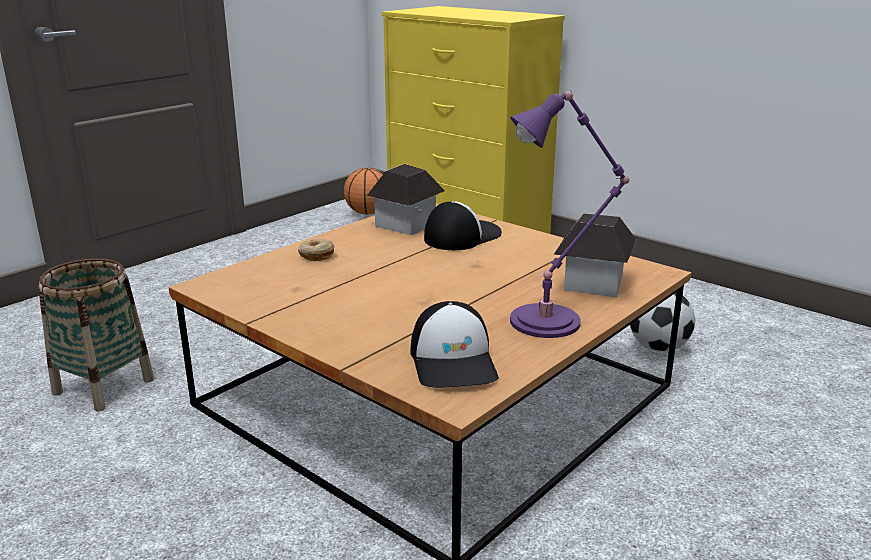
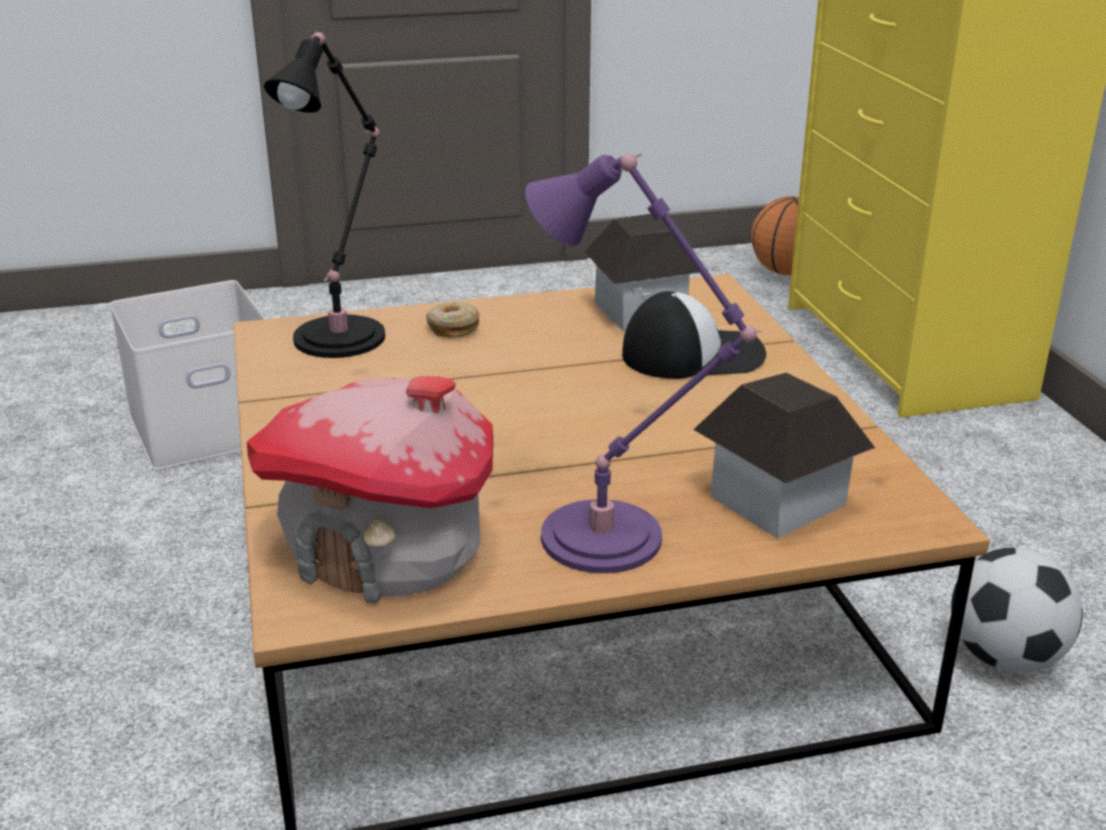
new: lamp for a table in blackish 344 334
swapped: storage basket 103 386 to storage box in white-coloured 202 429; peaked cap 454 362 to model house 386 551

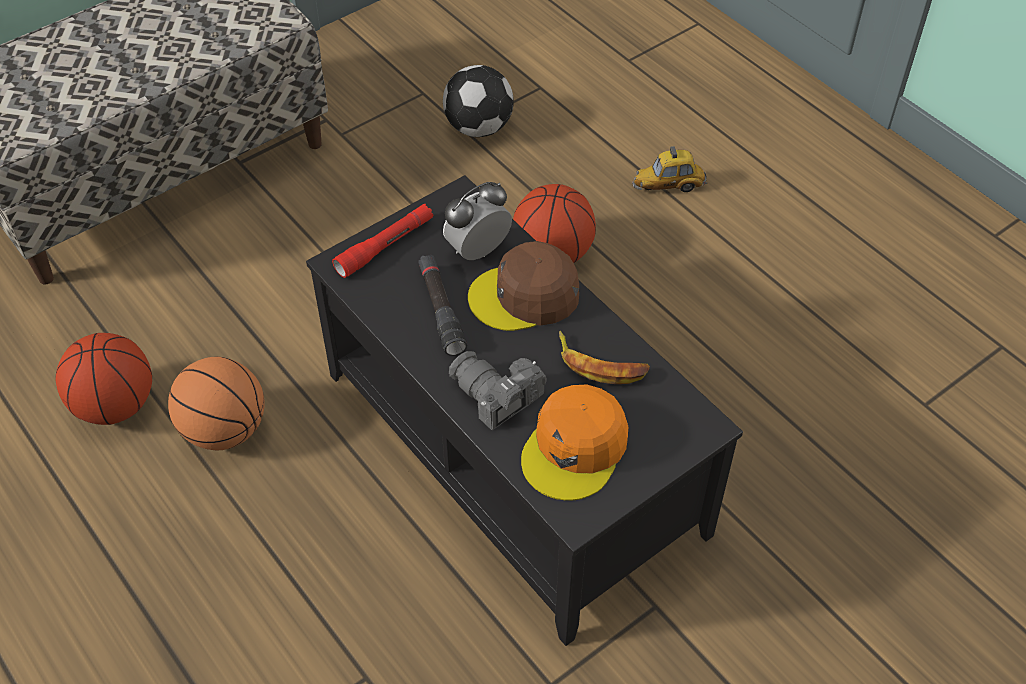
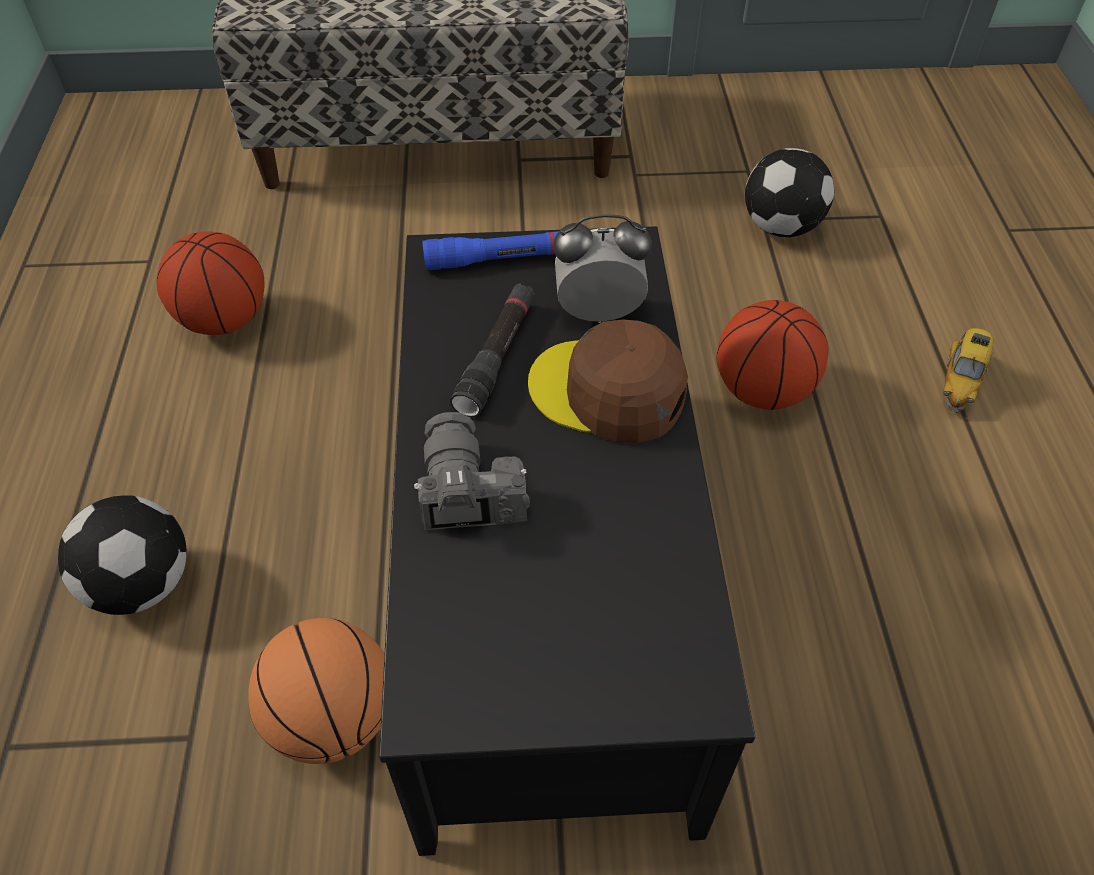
gone: peaked cap in orange-coloured 575 449; whole banana 601 364
new: ball for football 142 583
shifted: ball for basketball 224 430 to 333 717
repainted: flashlight in red-coloured 385 246 to flashlight in blue-coloured 500 259
rotated: miniature car 668 186 = 959 383 90 degrees counterclockwise

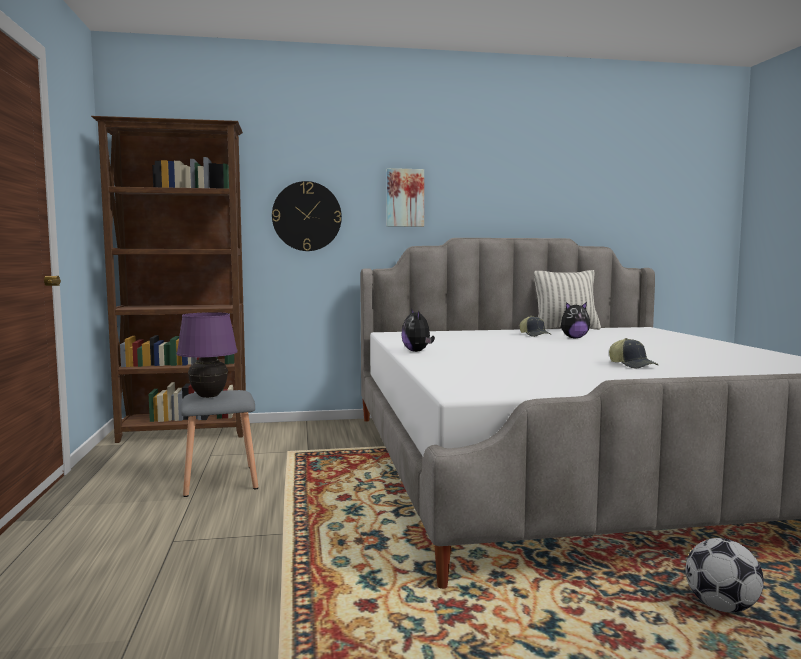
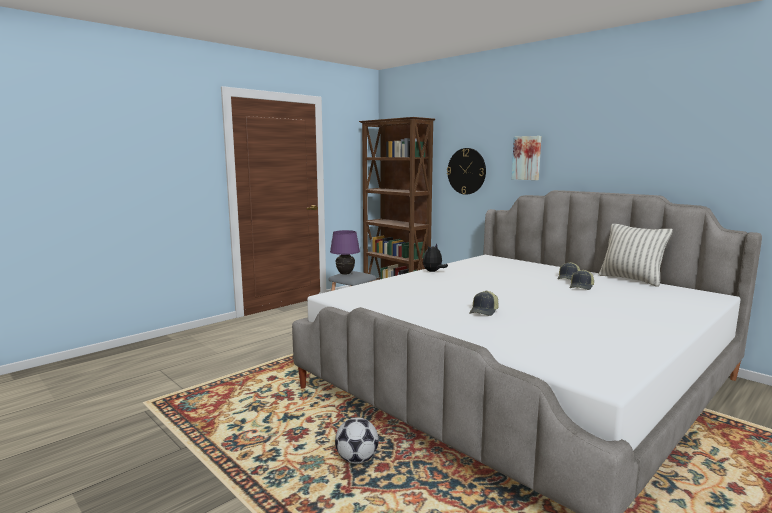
swapped: soft toy 574 338 to peaked cap 581 287

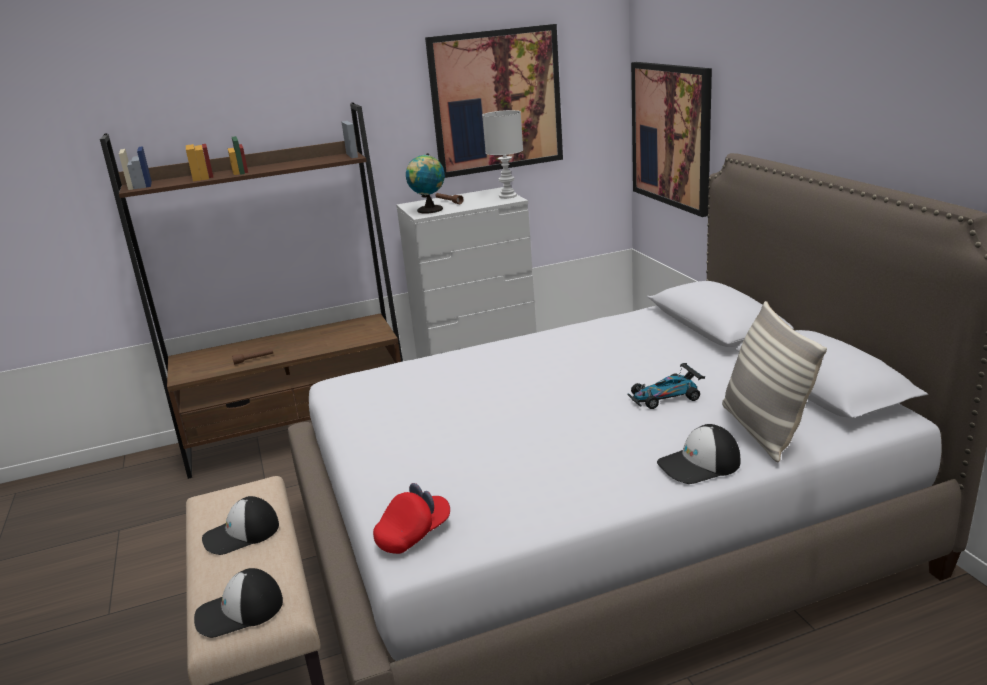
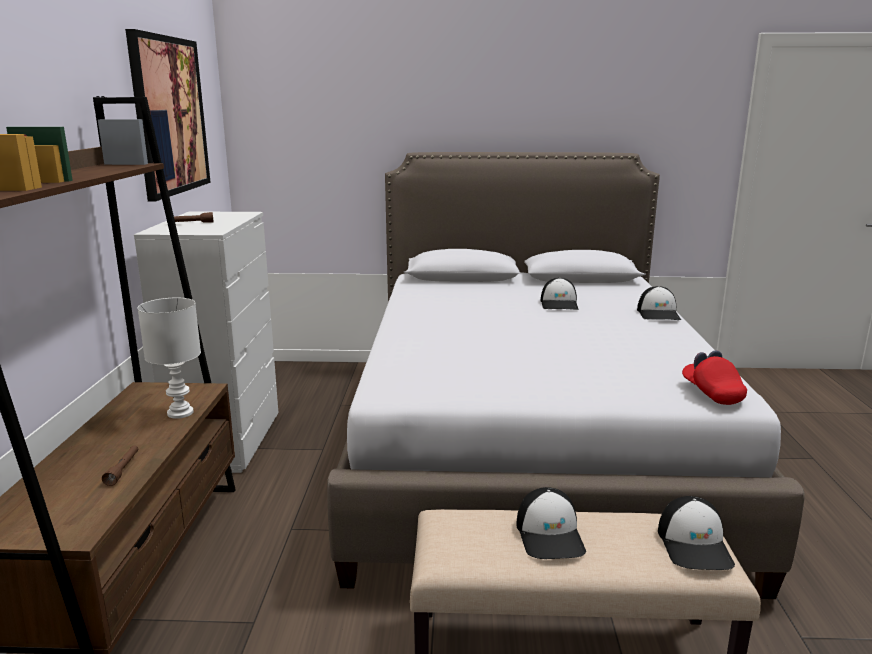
gone: world globe 429 210; wall art 671 135; pillow 763 431
shifted: lamp for a table in white-coloured 507 196 to 179 413
swapped: miniature car 665 396 to peaked cap 559 304

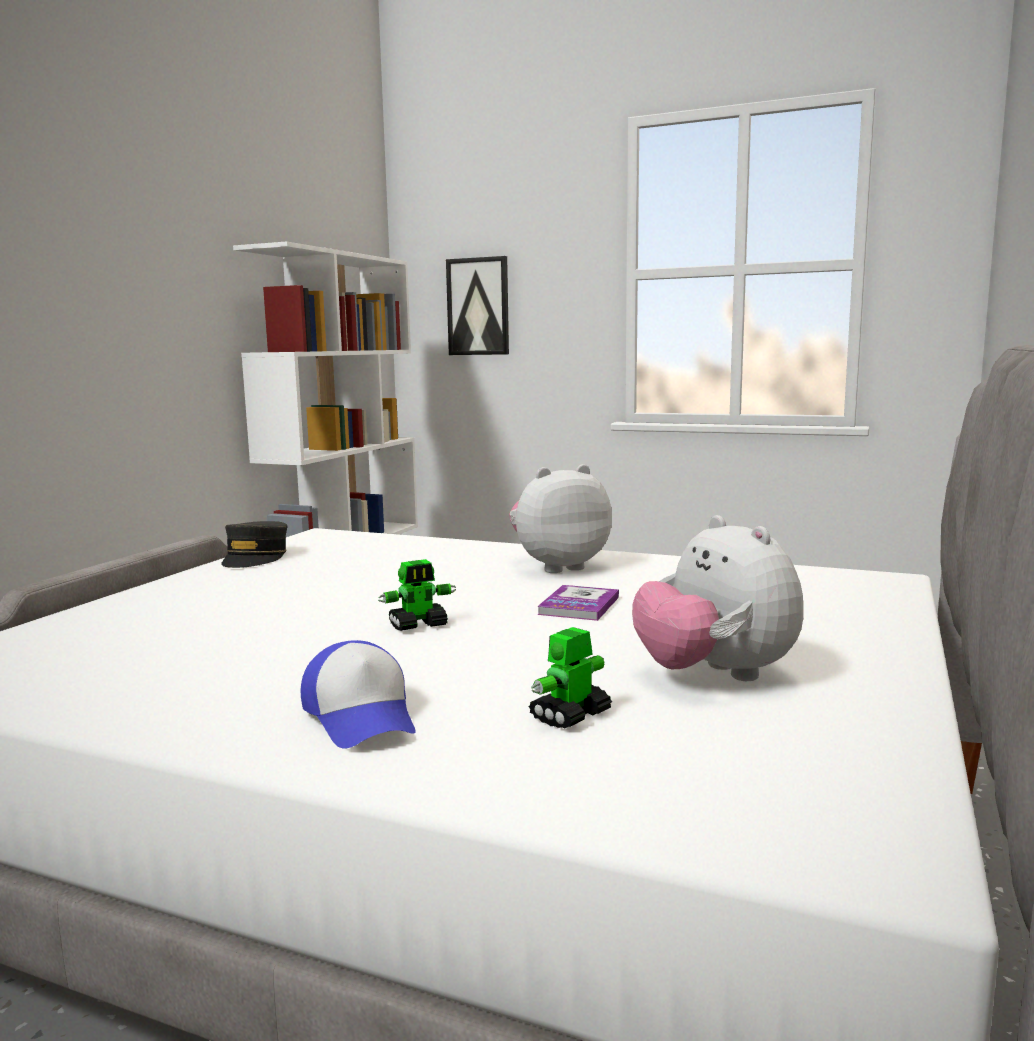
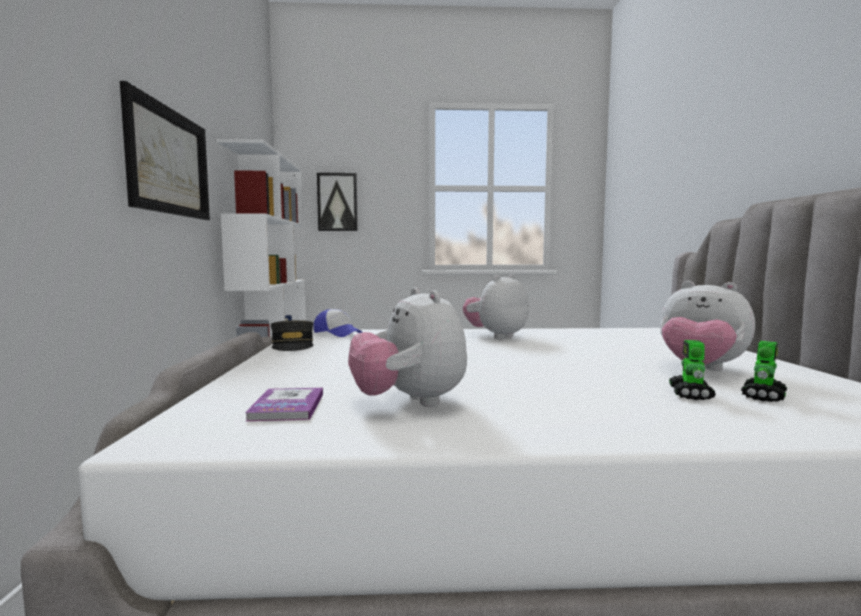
new: wall art 169 162; soft toy 409 402
shifted: book 579 605 to 287 406; peaked cap 361 716 to 338 333; robot figure 419 625 to 763 396

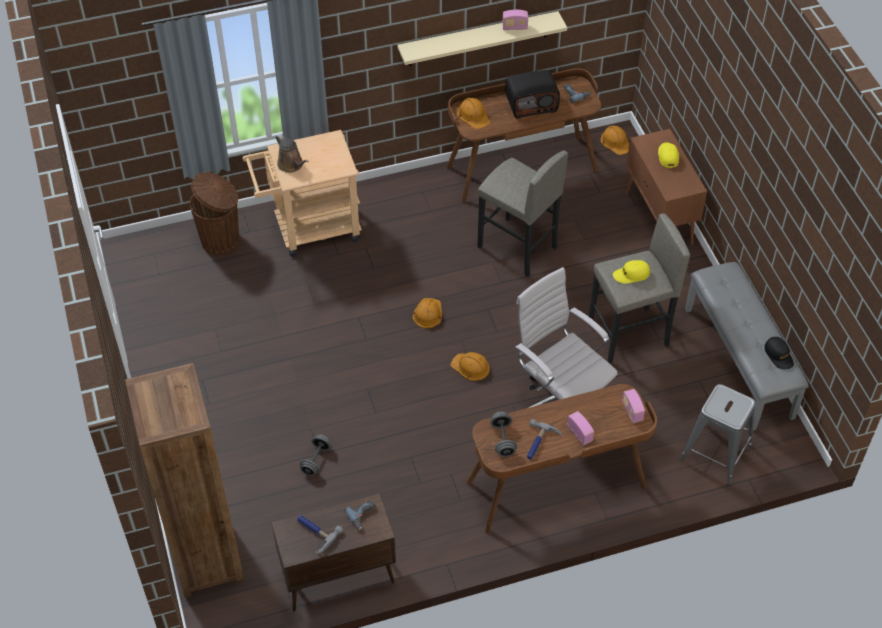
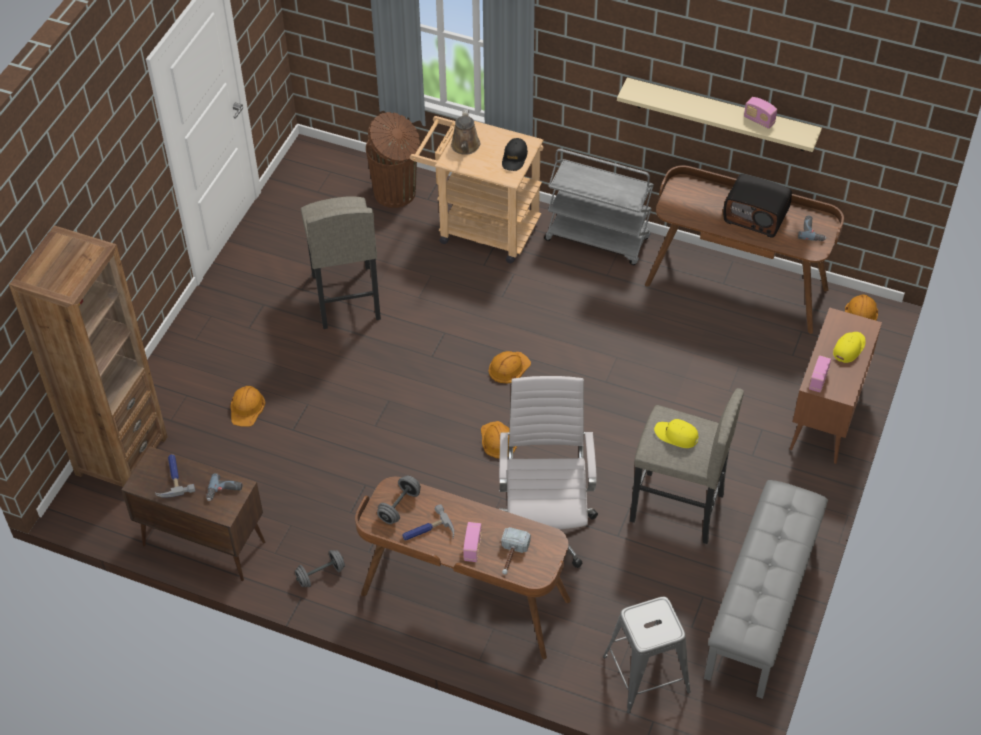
new: tool hammer 511 556; wheeled cart in grey 598 239
shifted: safety helmet in orange-coloured 473 115 to 247 407; free weight in grey 316 460 to 320 574; sitting stool in grey 517 247 to 345 297; peaked cap in blackish 778 355 to 514 158; radio 632 411 to 818 380

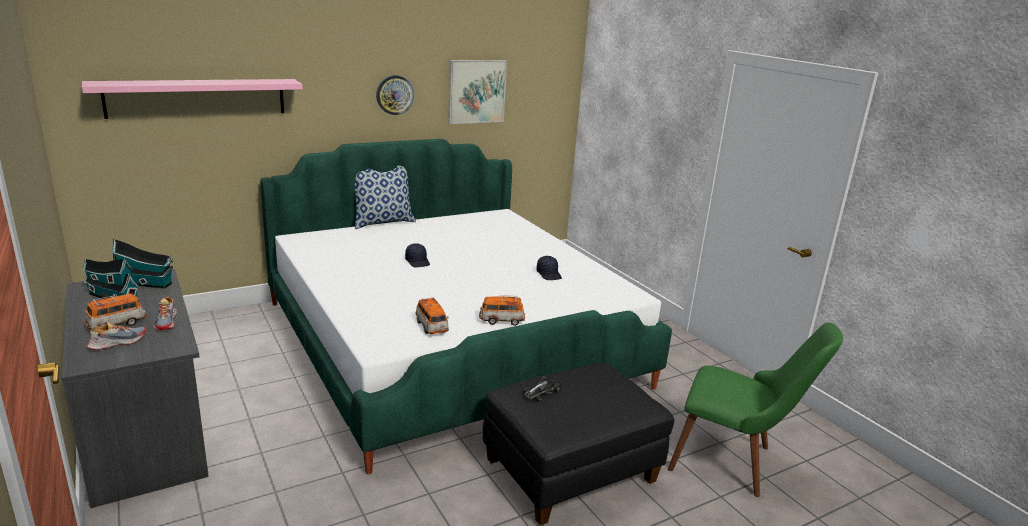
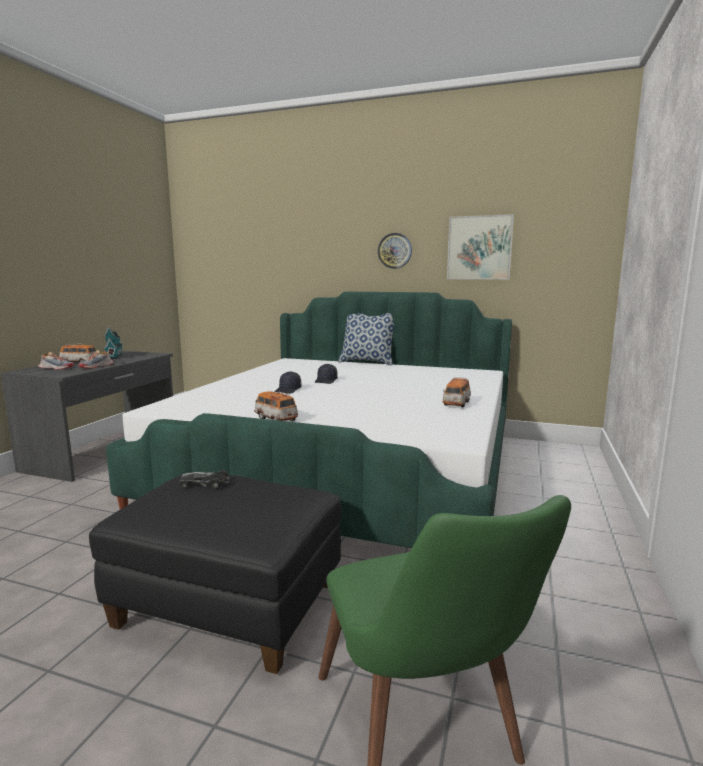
gone: wall shelf in pink-coloured 197 98; model house 146 283
shifted: peaked cap in blackish 549 274 to 288 390; miniature car 431 327 to 456 404

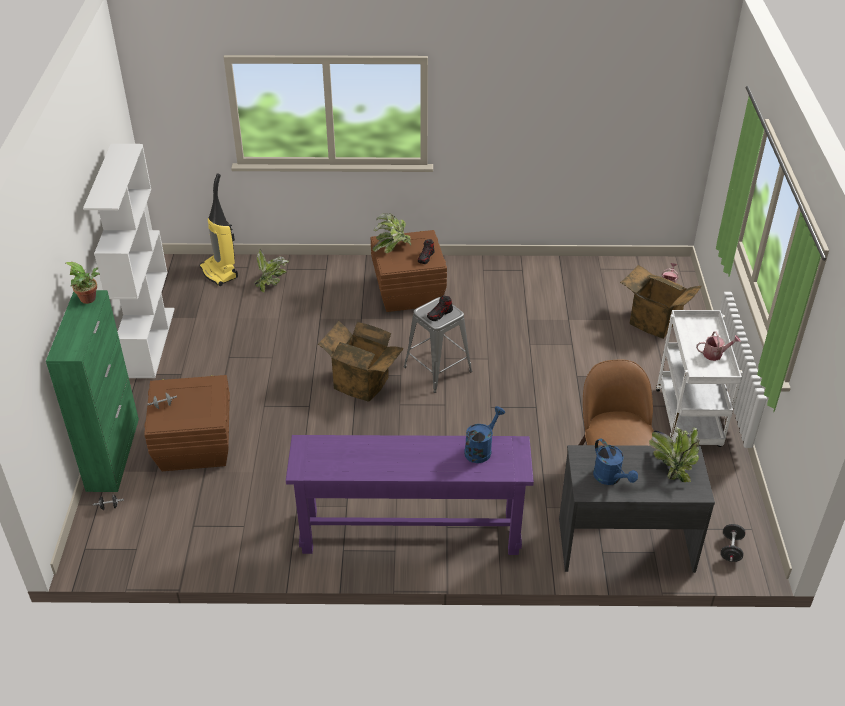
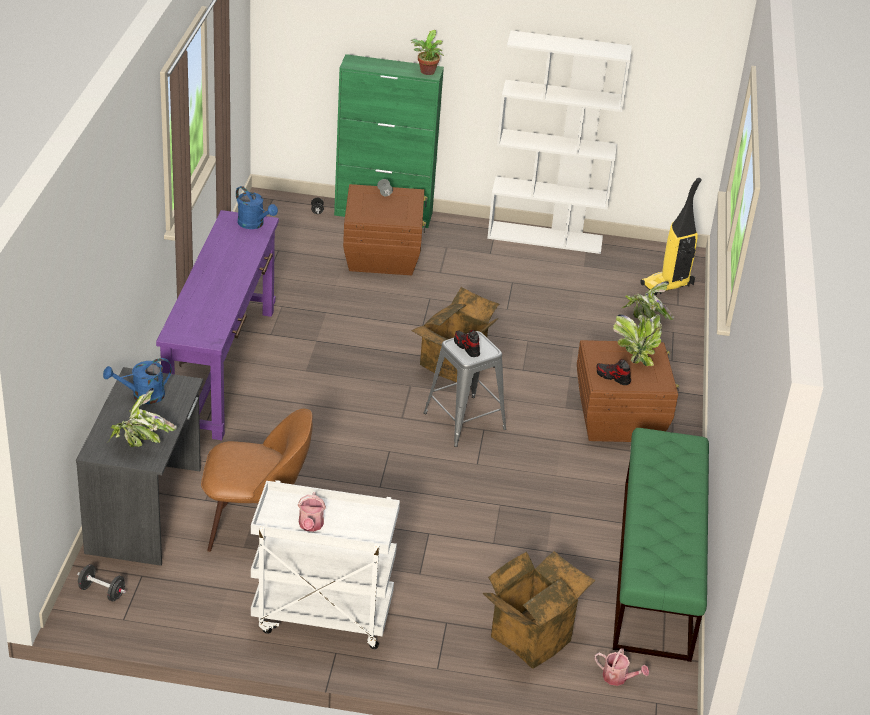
new: bench in green-coloured 656 568
shifted: watering can in blue-coloured 481 449 to 254 224

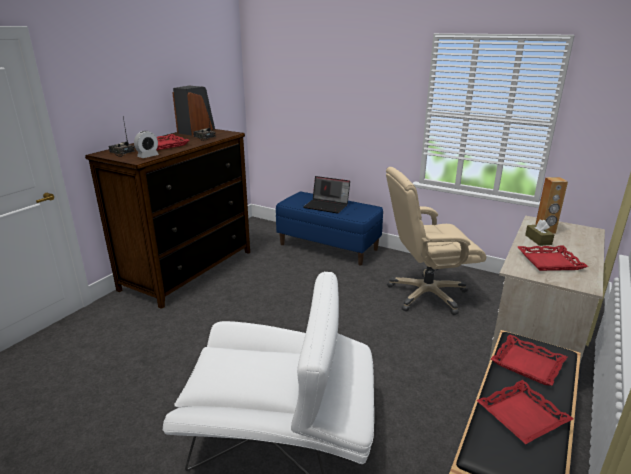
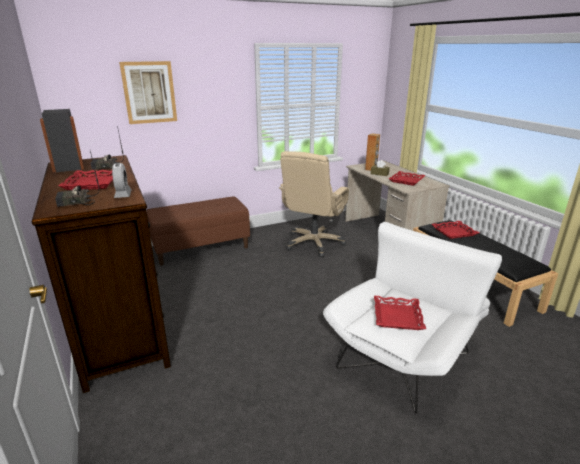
gone: portable computer 327 206
new: wall art 149 92
shifted: tray in red-coloured 521 415 to 397 316
repainted: bench in blue-coloured 329 247 to bench in brown-coloured 201 248

